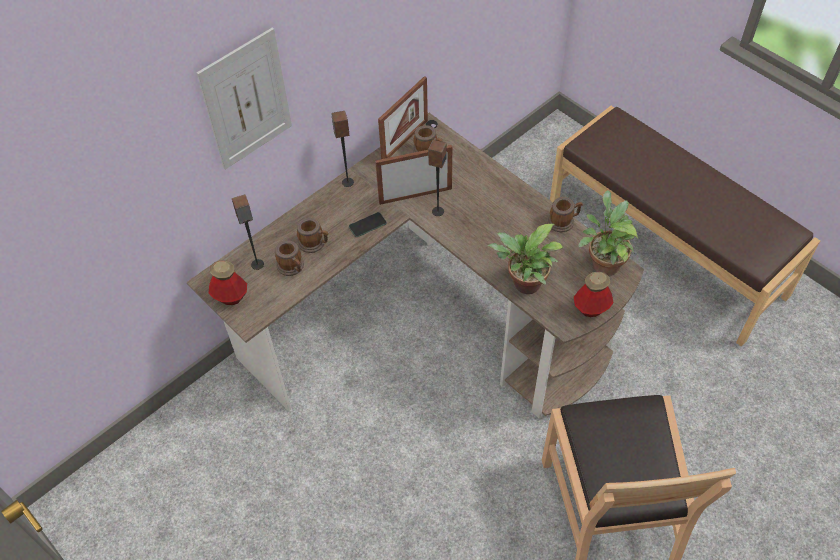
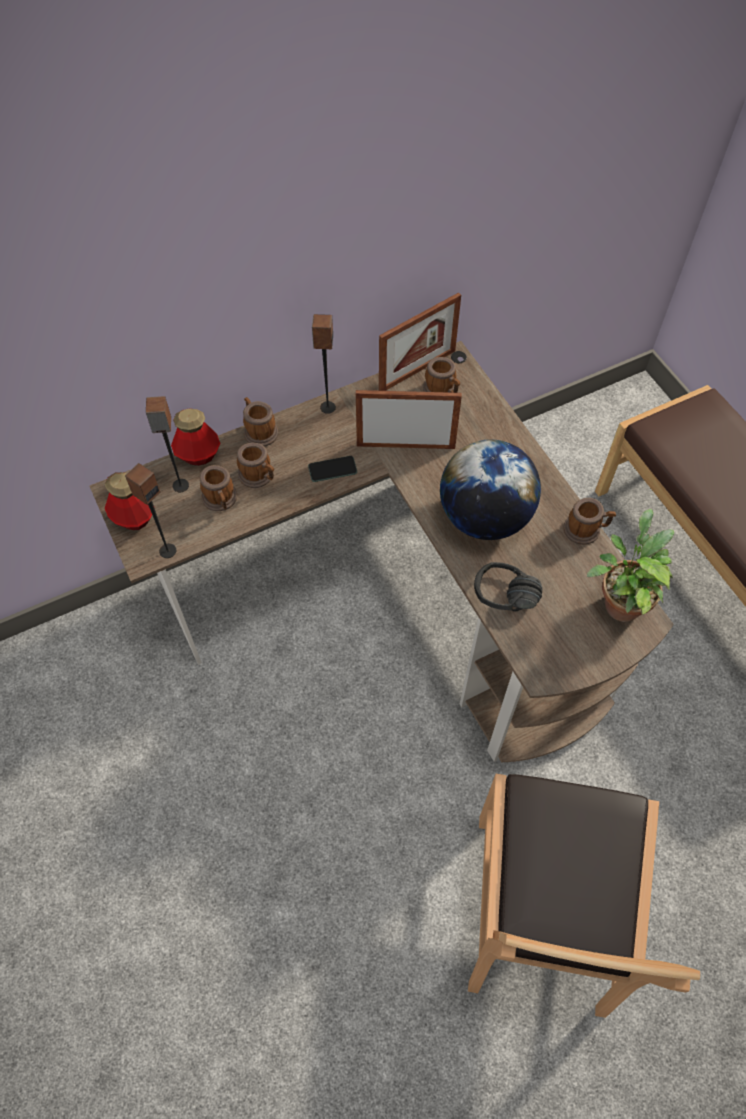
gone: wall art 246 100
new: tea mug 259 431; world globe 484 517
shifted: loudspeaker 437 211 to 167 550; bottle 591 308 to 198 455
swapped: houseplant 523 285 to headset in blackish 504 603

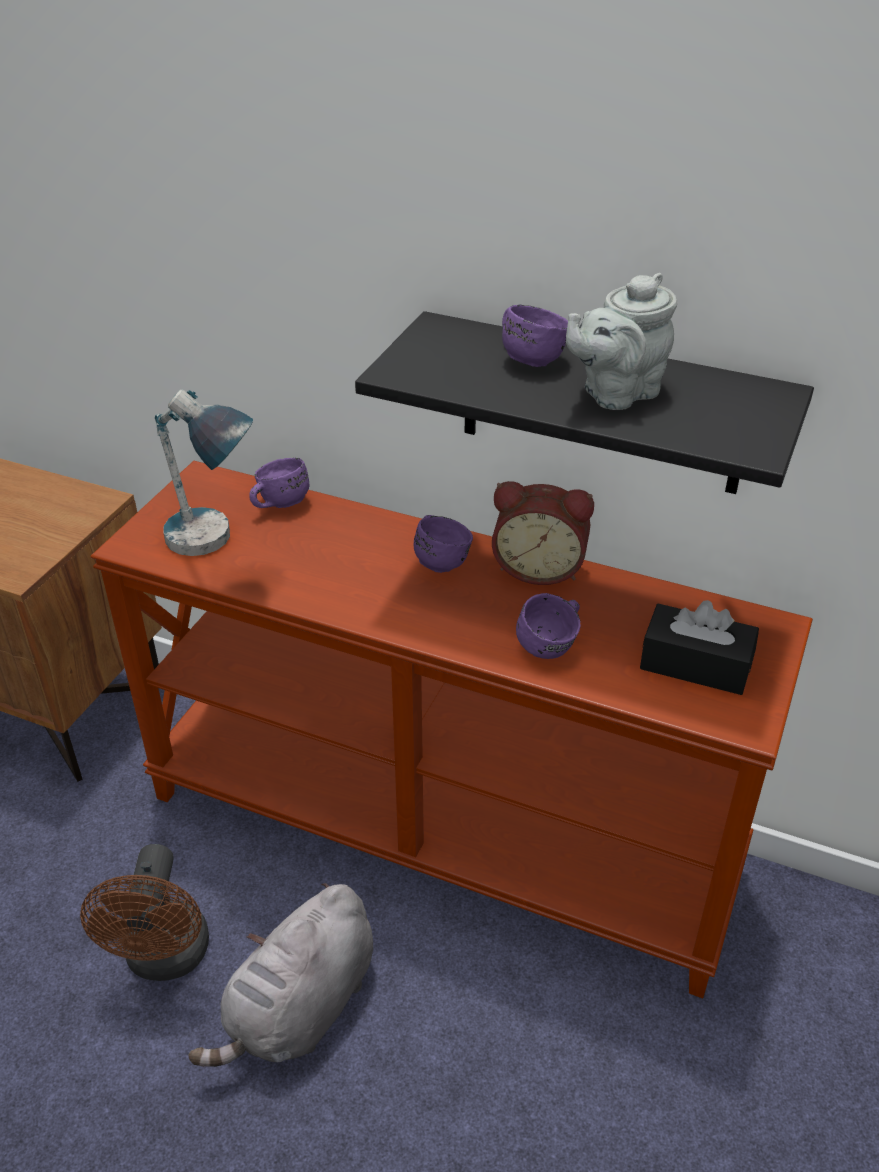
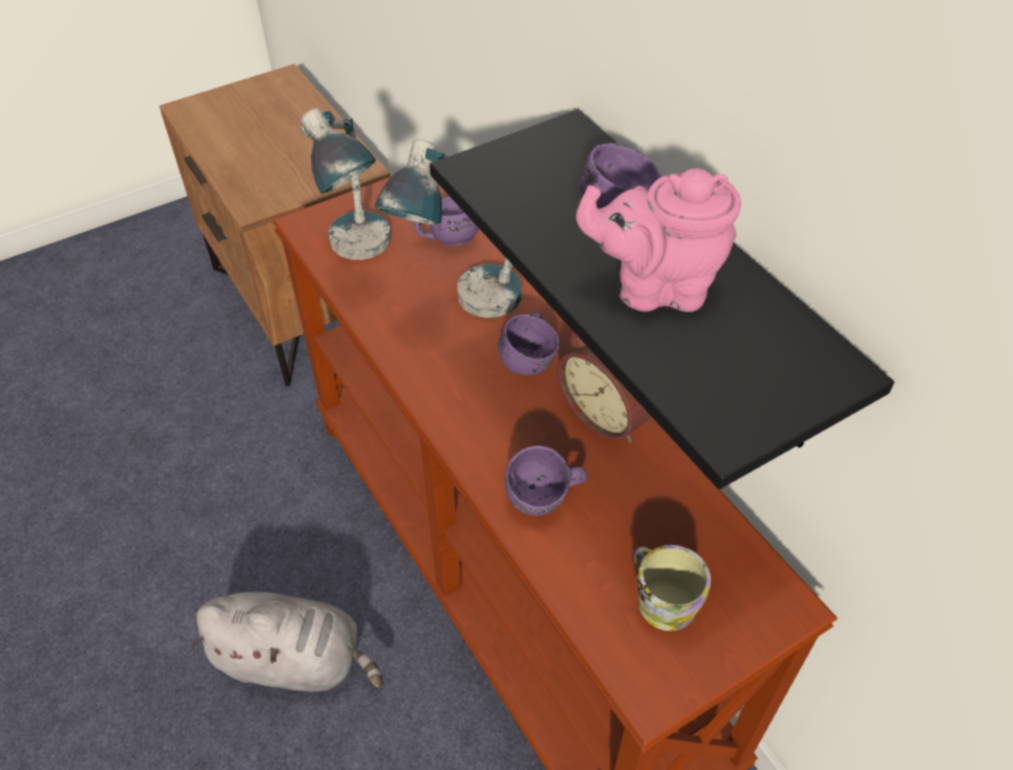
gone: electric fan in brown-coloured 165 959
new: lamp for a table 465 307
swapped: box of tissues in blackish 695 665 to tea mug 660 598
repainted: pot for tea in grey 616 393 to pot for tea in pink-coloured 655 288
rotated: soft toy in grey 299 1009 = 295 660 150 degrees counterclockwise

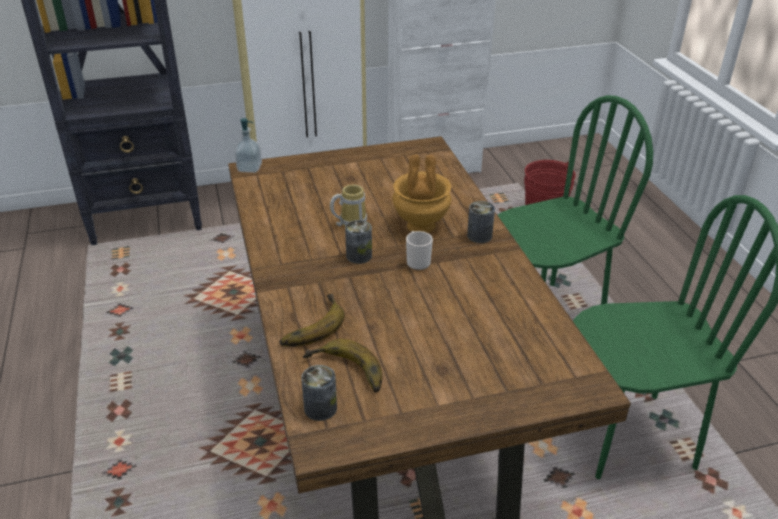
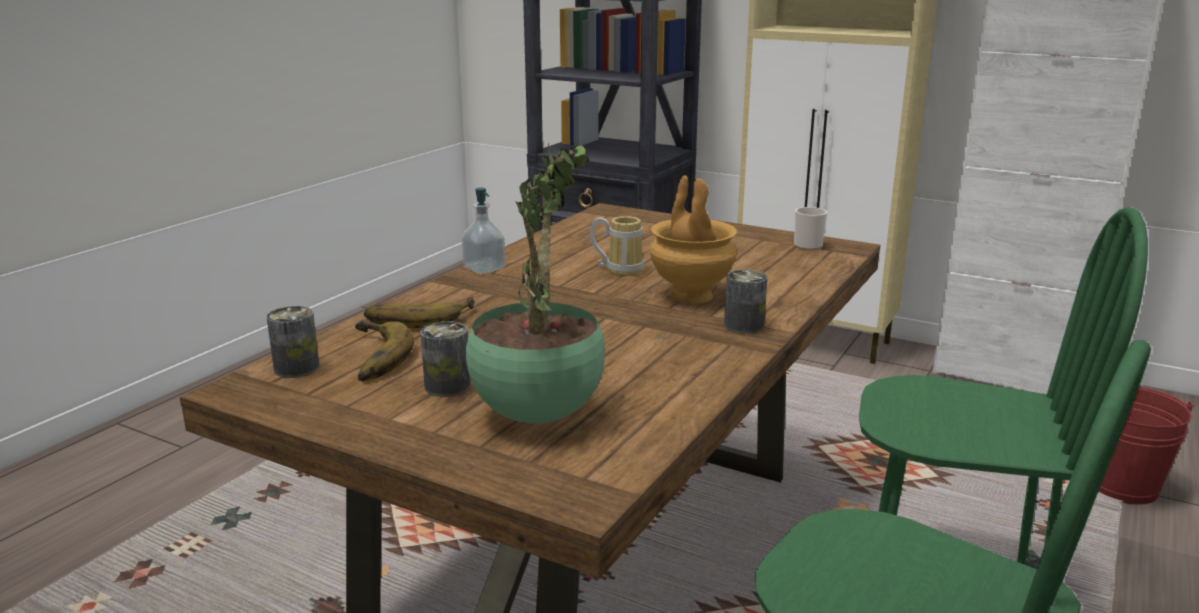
new: houseplant 538 413
shifted: sealed can 359 256 to 447 386; liquid soap bottle 249 168 to 484 268; tea mug 417 261 to 809 245

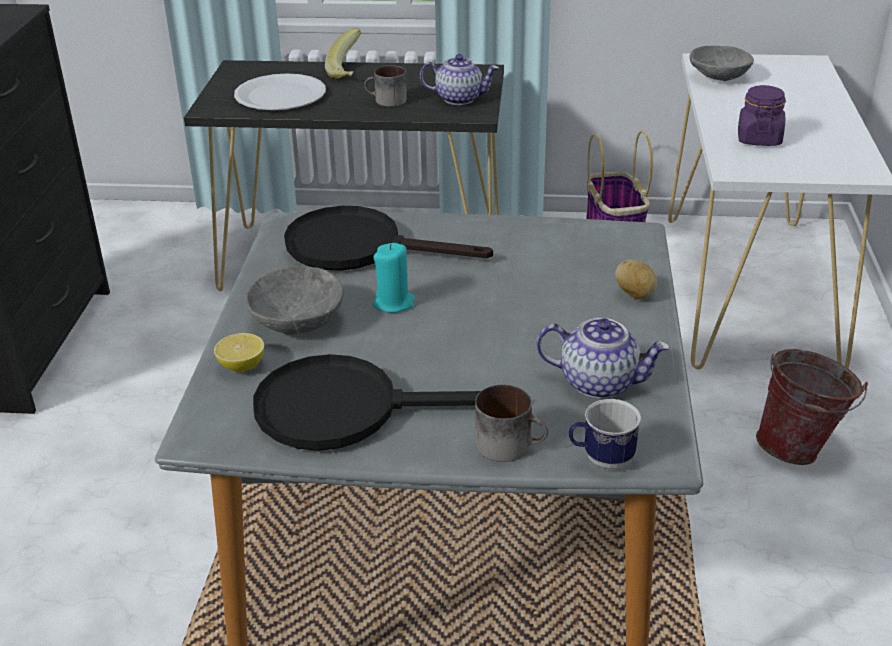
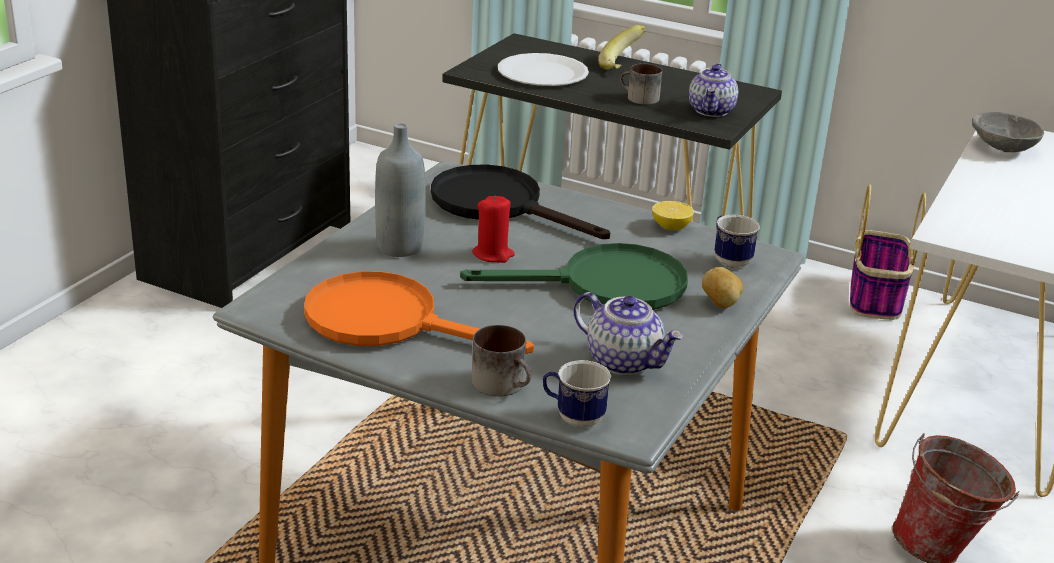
gone: jar in purplish 759 139
new: pan in green-coloured 606 286; tea mug 729 260
shifted: citrus fruit 241 366 to 671 227
swapped: serving bowl in grey 297 321 to bottle in grey 400 247
repainted: pan in blackish 348 409 to pan in orange-coloured 389 322; wax light in blue-green 394 303 to wax light in red-coloured 493 254
rotated: pot for tea 459 98 = 712 111 75 degrees clockwise

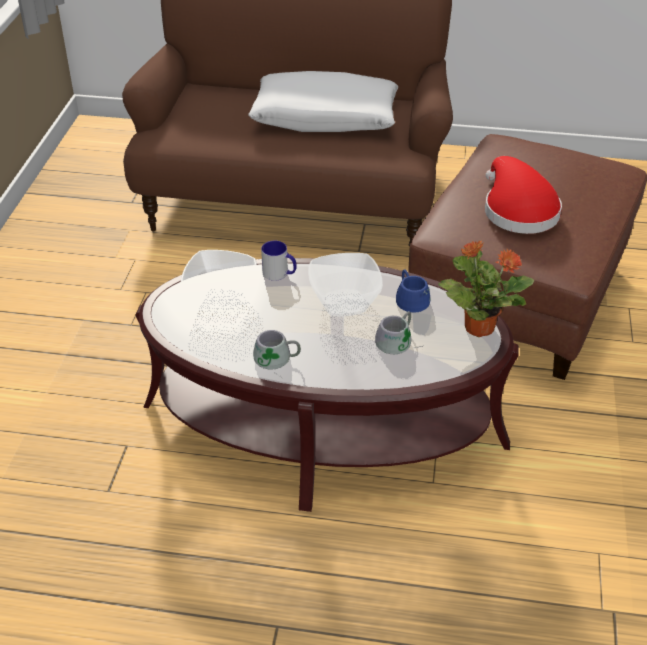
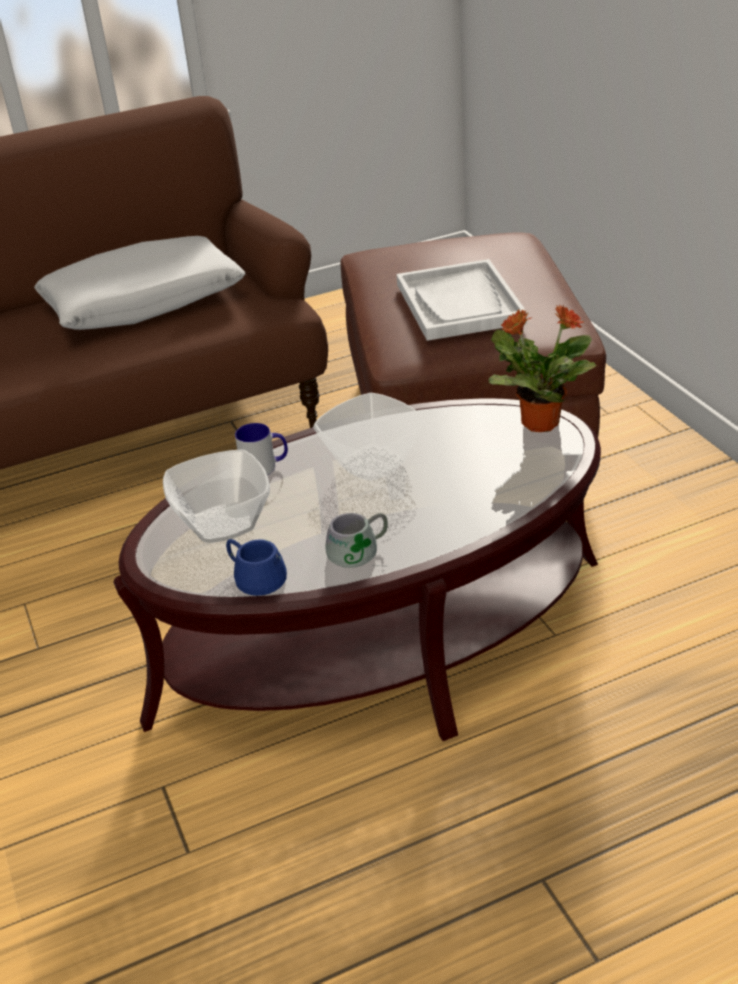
gone: tea mug in grey 399 342
shifted: tea mug in blue-coloured 414 298 to 259 574
swapped: hat in red-coloured 517 210 to tray in white-coloured 460 304

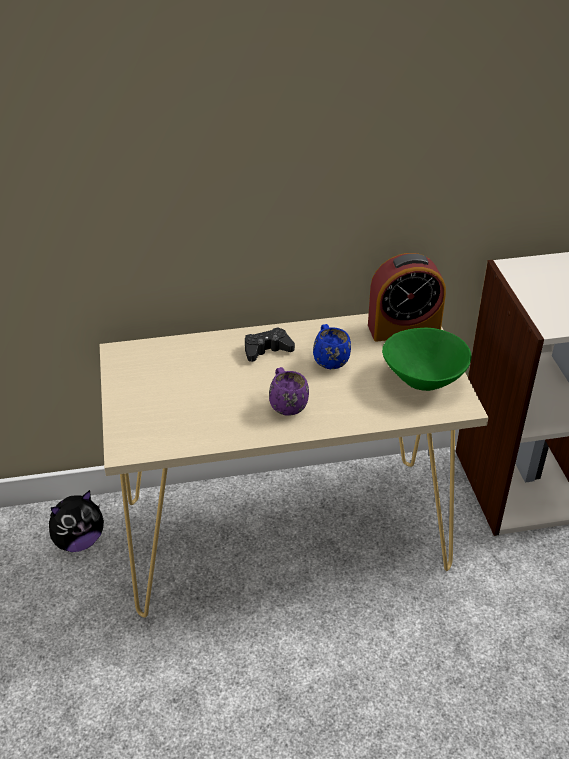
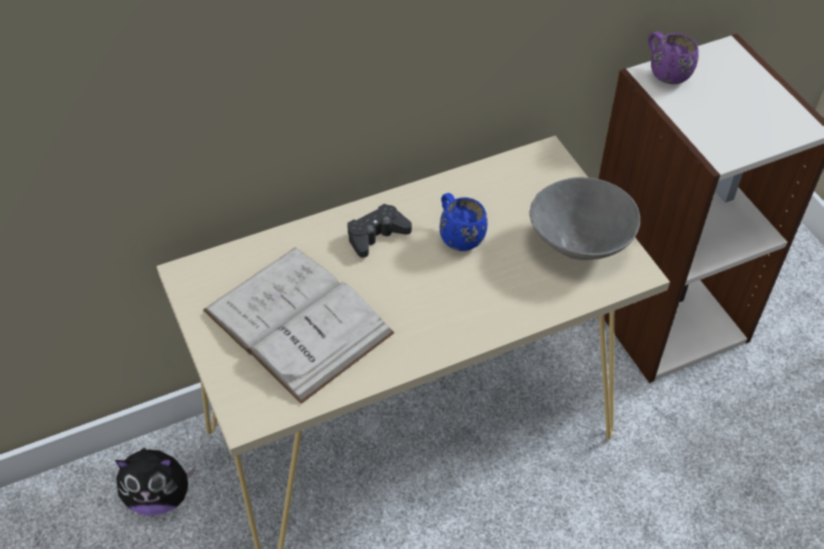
gone: table clock 403 328
new: book in white-coloured 297 322
shifted: tea mug in purplish 286 404 to 664 73
repainted: serving bowl in green-coloured 422 379 to serving bowl in grey 578 243
rotated: soft toy 79 541 = 159 496 45 degrees clockwise

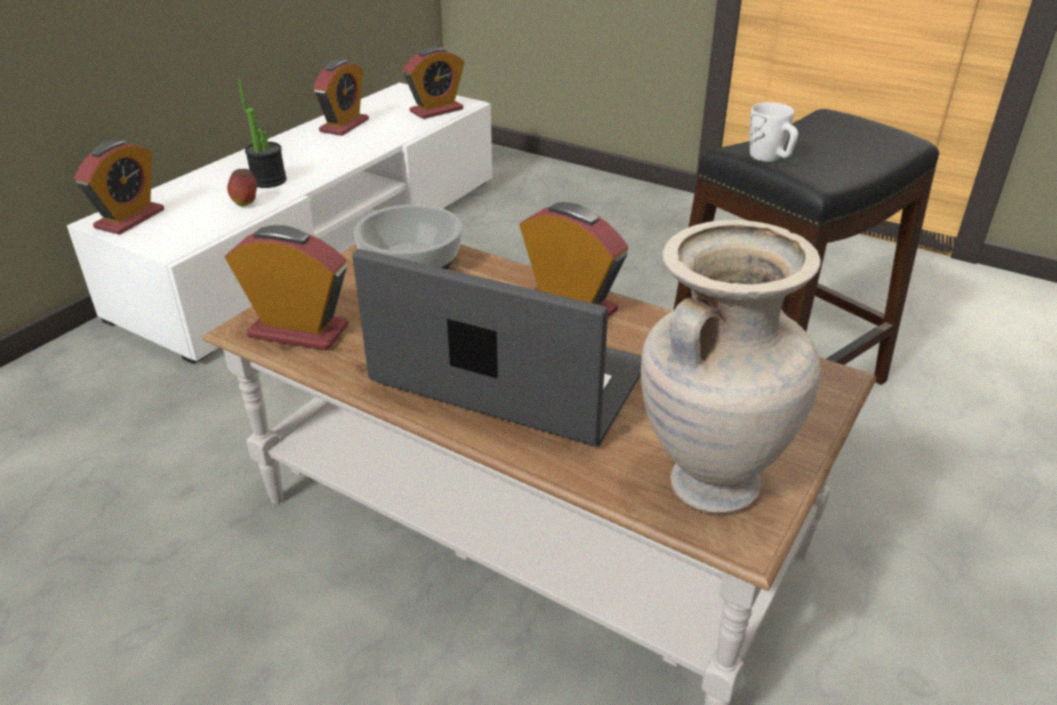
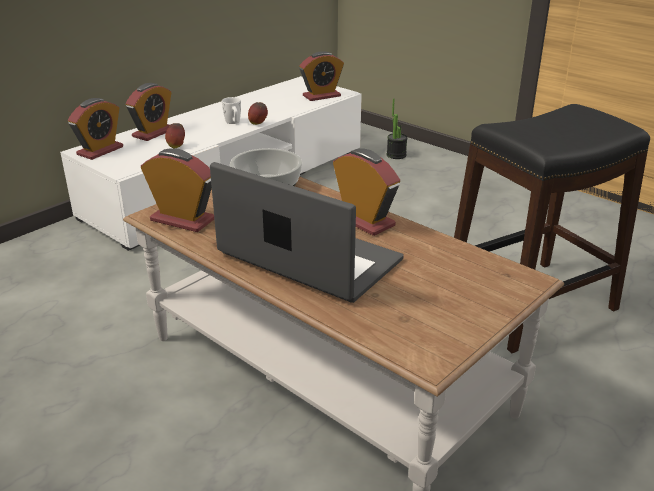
gone: flower vase in beige 709 484
new: apple fruit 258 124
shifted: table clock 344 125 to 153 133; tea mug in white-coloured 770 158 to 233 122; houseplant 269 181 to 396 155

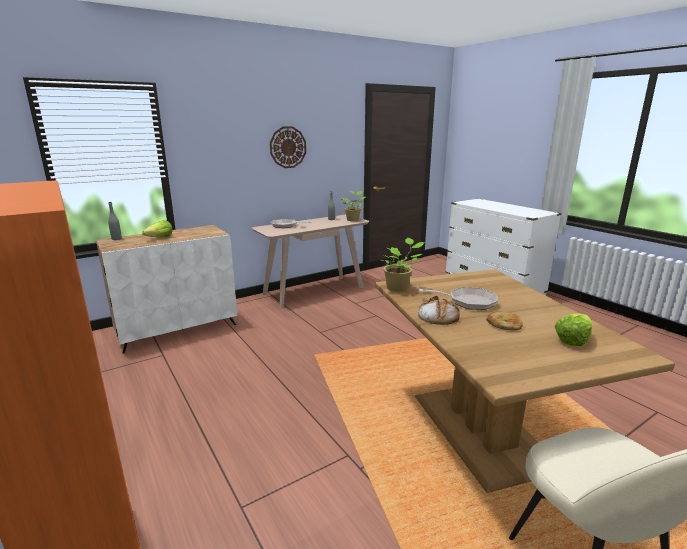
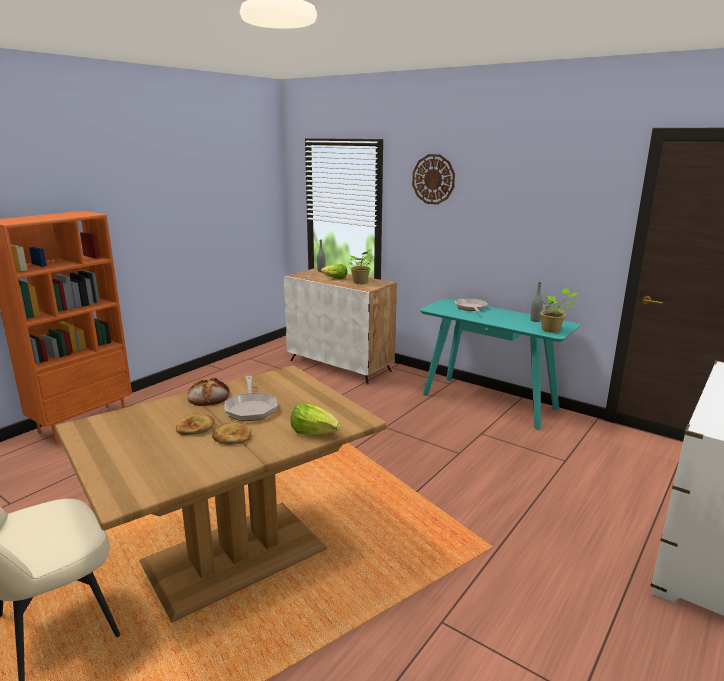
new: bread 232 436
shifted: head of lettuce 572 339 to 314 432; houseplant 398 288 to 360 282; clock on the wall 288 147 to 433 179
repainted: console table in beige 313 290 to console table in blue-green 489 401

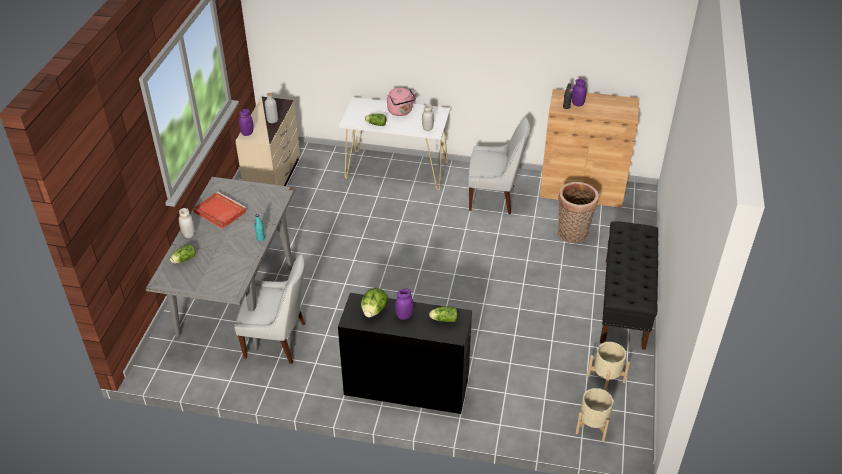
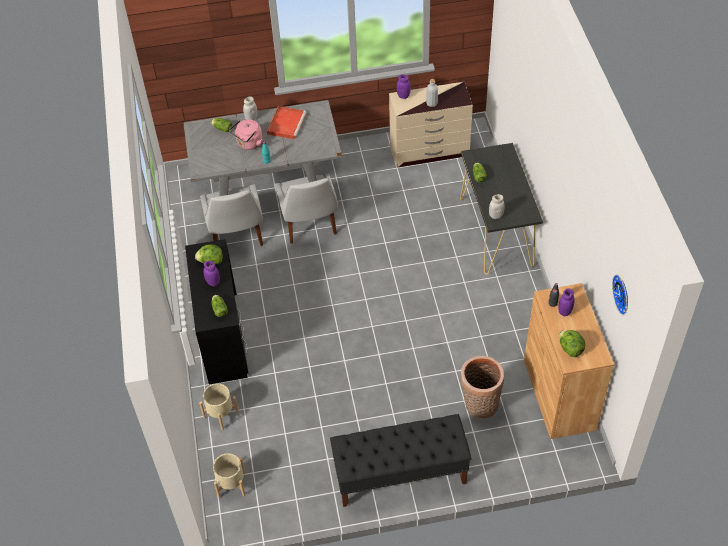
new: head of lettuce 570 348; clock on the wall 623 294
shifted: plant pot in beige 605 379 to 221 414; water kettle in pink-coloured 401 112 to 248 144; chair in white-coloured 494 198 to 309 225
repainted: console table in white-coloured 397 170 to console table in blackish 496 232

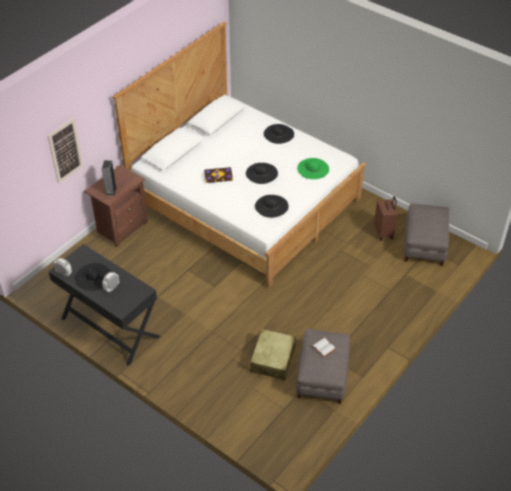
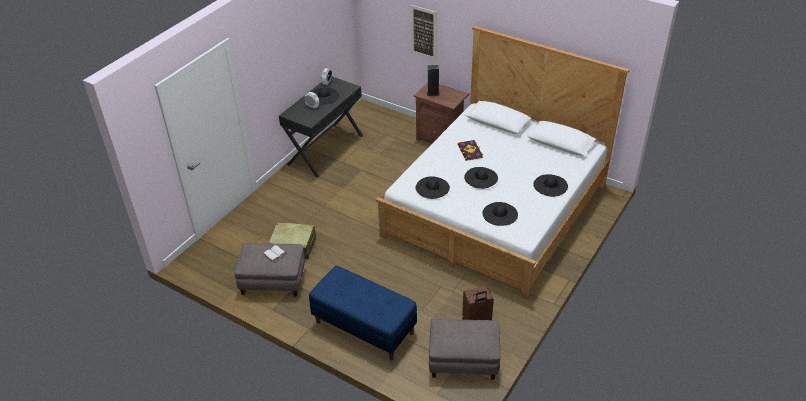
new: bench in blue-coloured 363 327
repainted: hat in green-coloured 313 168 to hat in blackish 500 214

